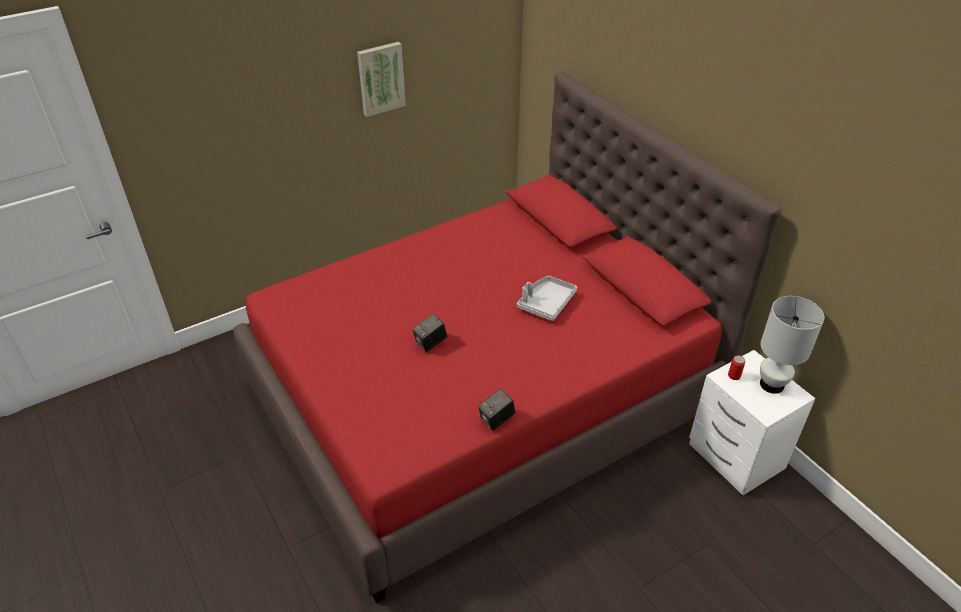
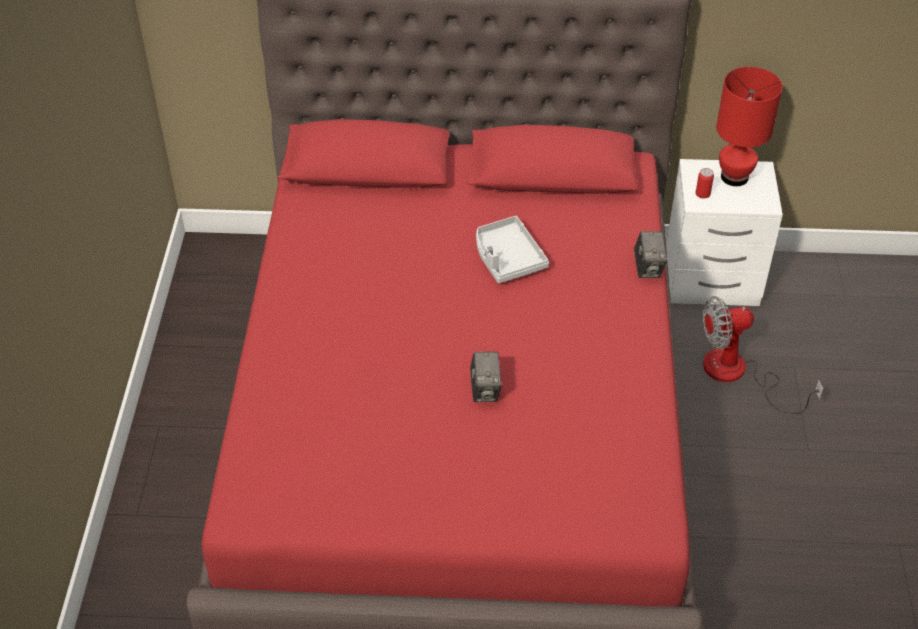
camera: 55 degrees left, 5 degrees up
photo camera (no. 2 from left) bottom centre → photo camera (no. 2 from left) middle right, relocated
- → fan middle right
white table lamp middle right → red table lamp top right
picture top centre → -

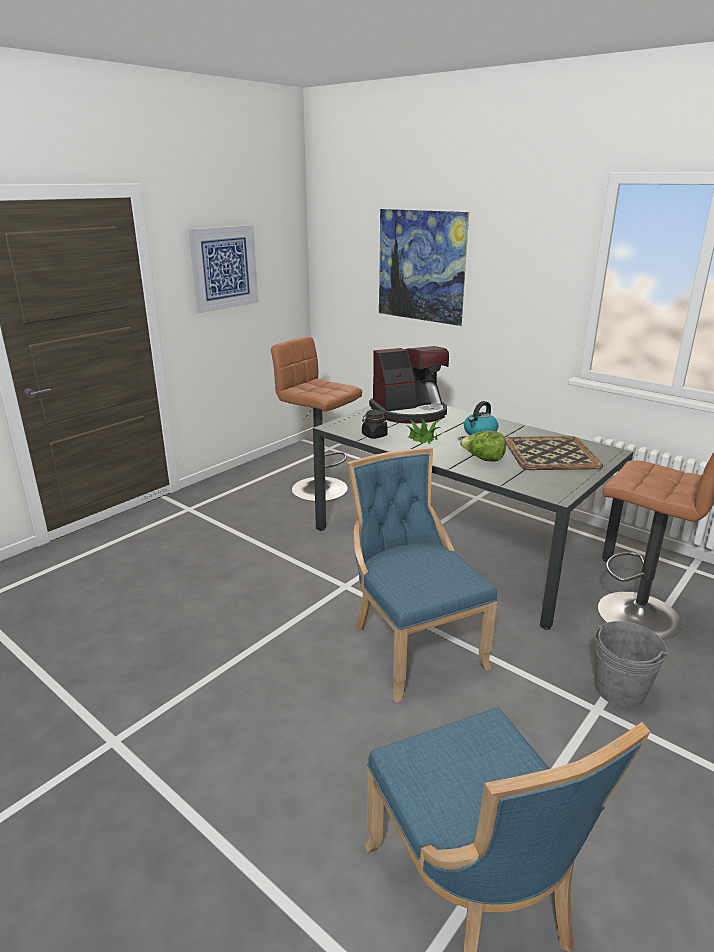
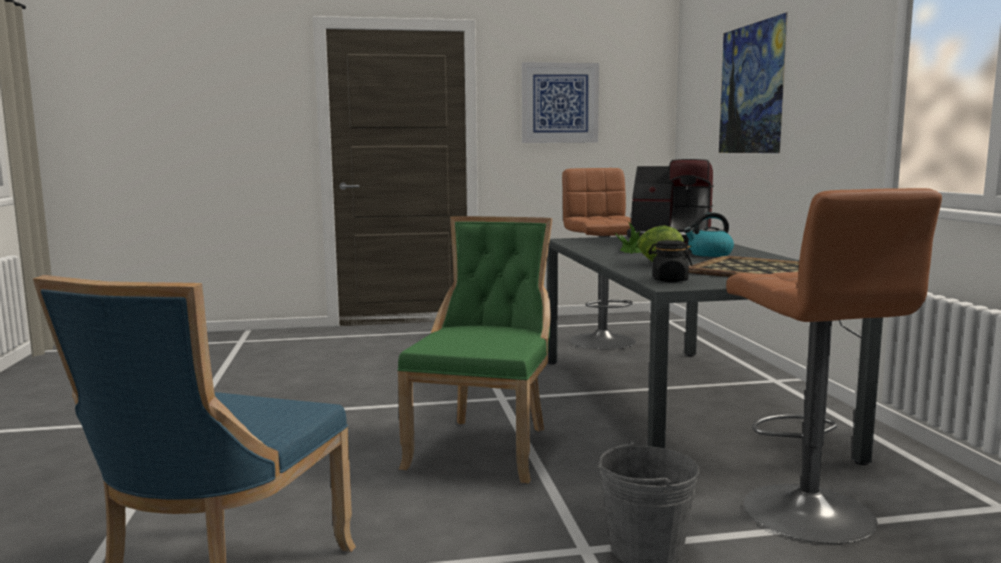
camera: 40 degrees right, 15 degrees down
blue chair (no. 1 from left) centre → green chair centre
black jar centre → black jar middle right, relocated

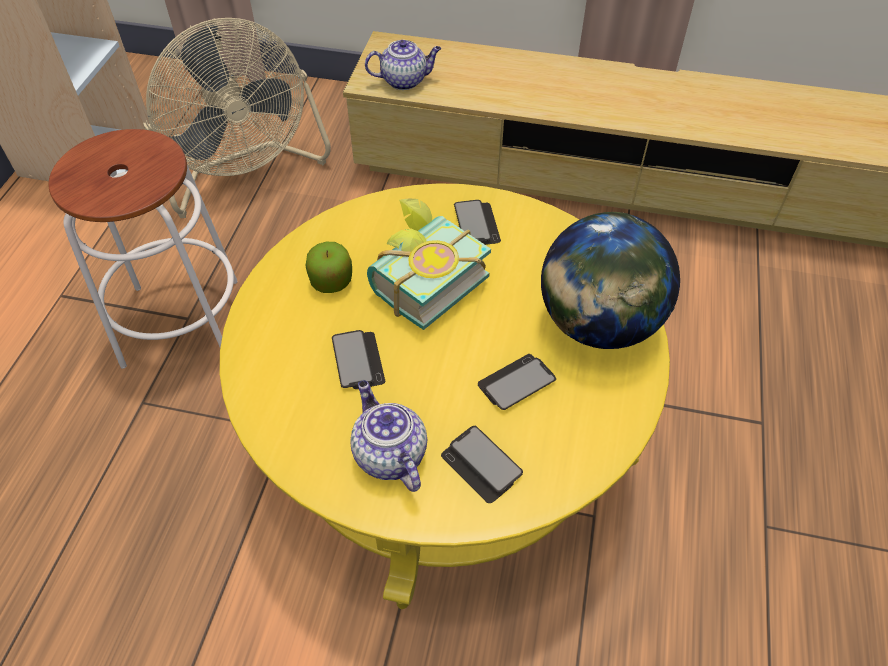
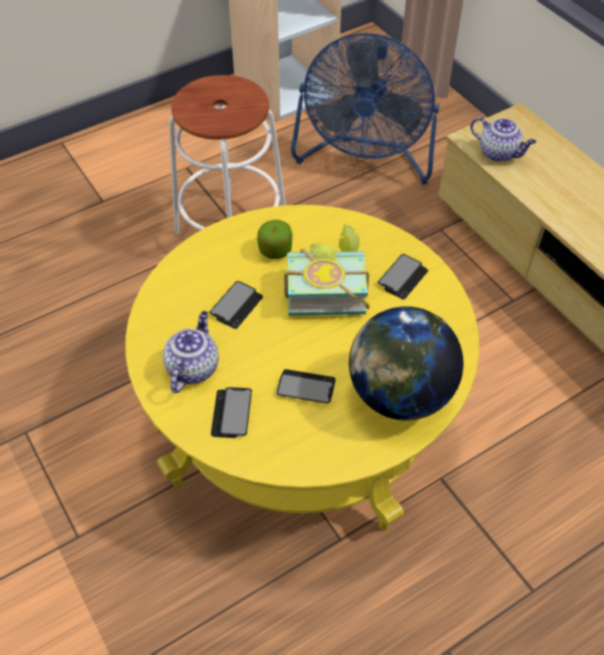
camera: 45 degrees right, 0 degrees up
beige fan top left → blue fan top centre

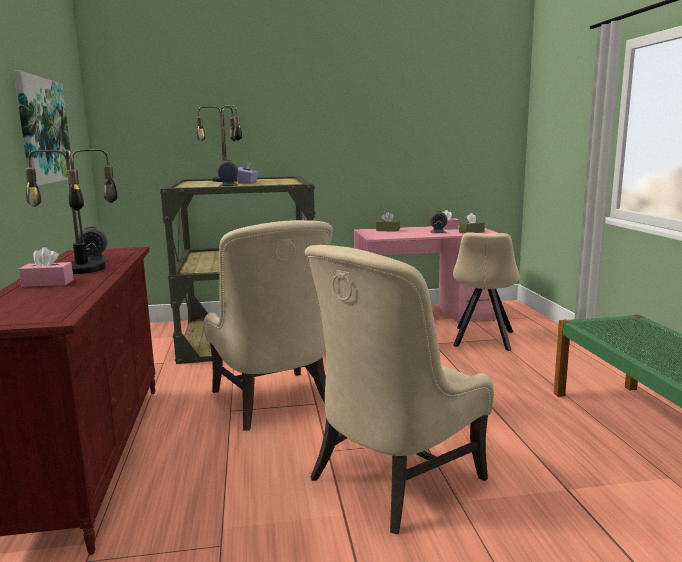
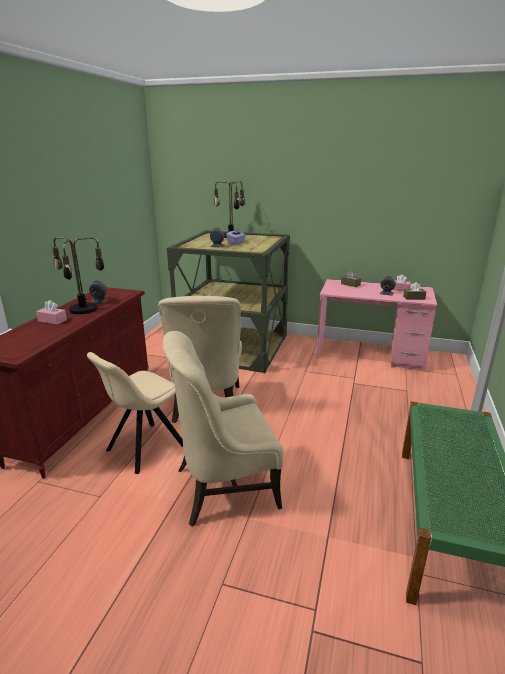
camera: 25 degrees right, 10 degrees up
beige chair (no. 3 from left in the first image) middle right → beige chair (no. 1 from left) middle left, relocated
picture top left → -

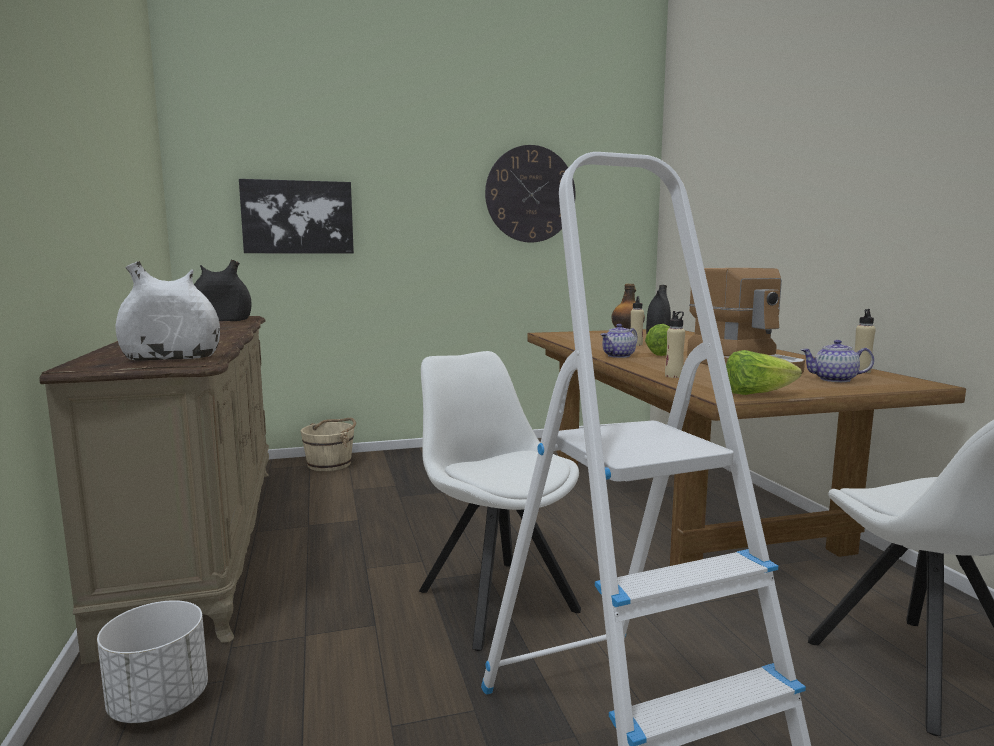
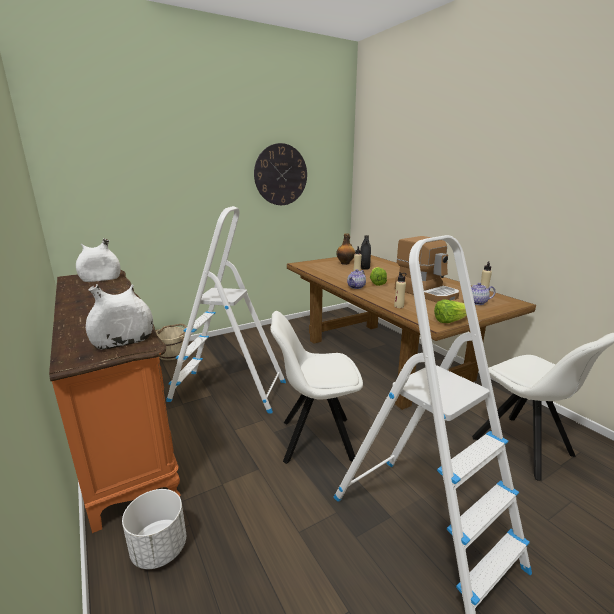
camera: 15 degrees left, 10 degrees up
beige cabinet middle left → orange cabinet middle left
black vase (no. 1 from left) middle left → white vase (no. 1 from left) middle left
- → white step ladder (no. 1 from left) centre
white chair (no. 1 from left) bottom centre → white chair (no. 1 from left) centre, 45 degrees counterclockwise
picture top left → -

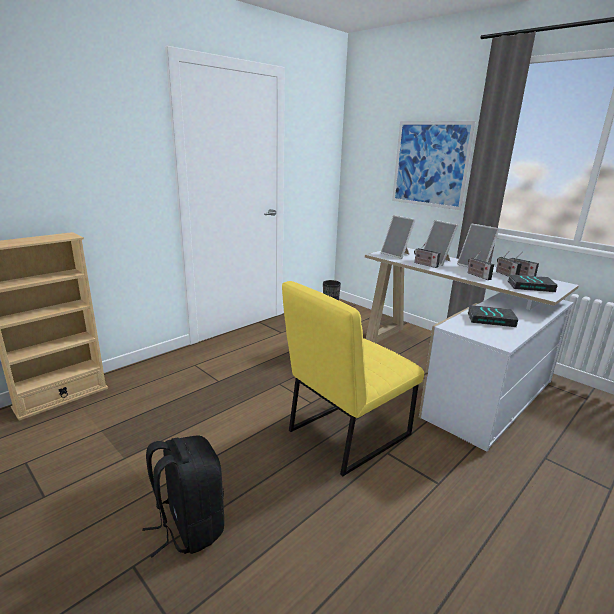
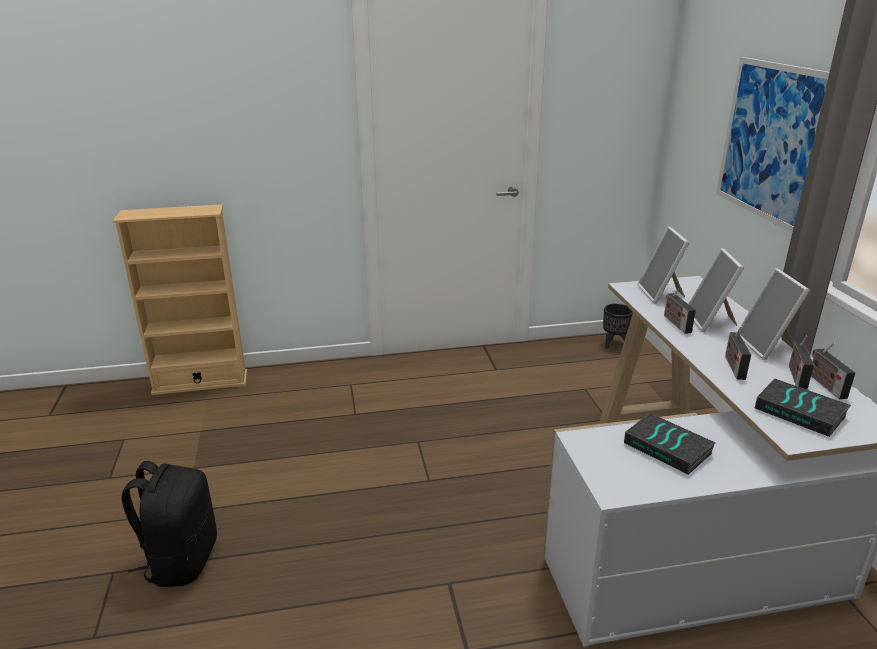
camera: 35 degrees right, 5 degrees up
yellow chair centre → -

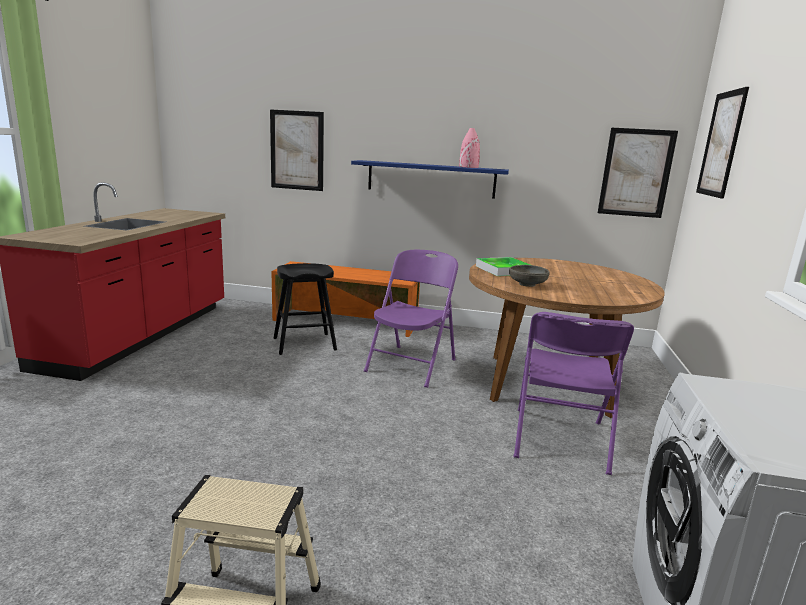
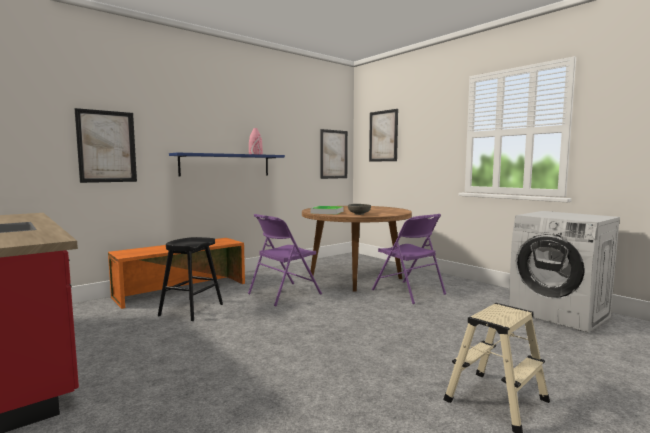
camera: 50 degrees left, 10 degrees down
purple chair (no. 1 from left) centre, 105 degrees counterclockwise

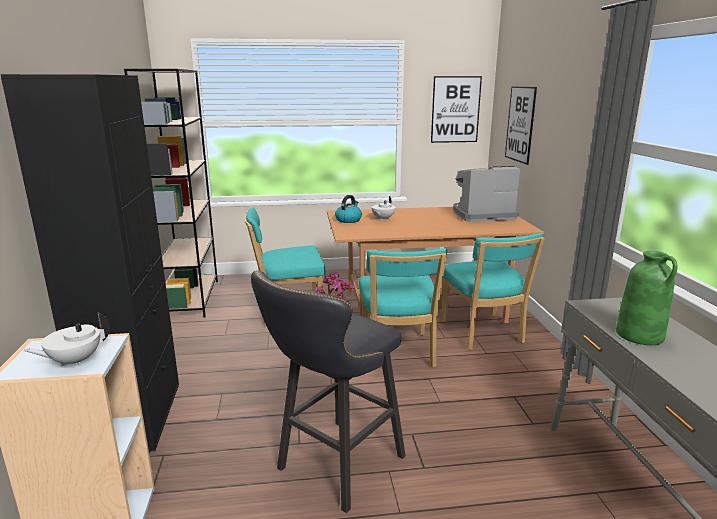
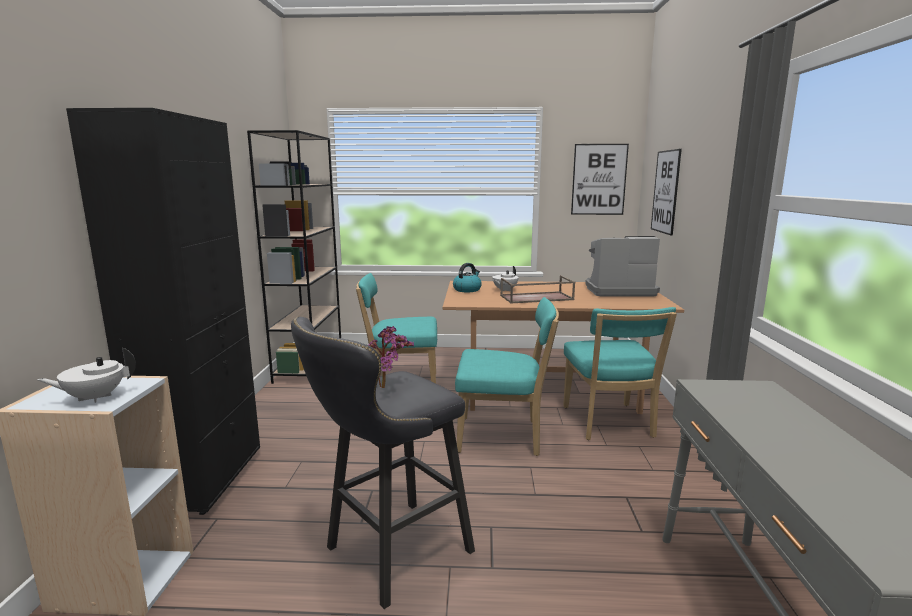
camera: 10 degrees right, 5 degrees down
turquoise chair (no. 2 from left) centre, 90 degrees counterclockwise
- → brown tray centre
green vase middle right → -

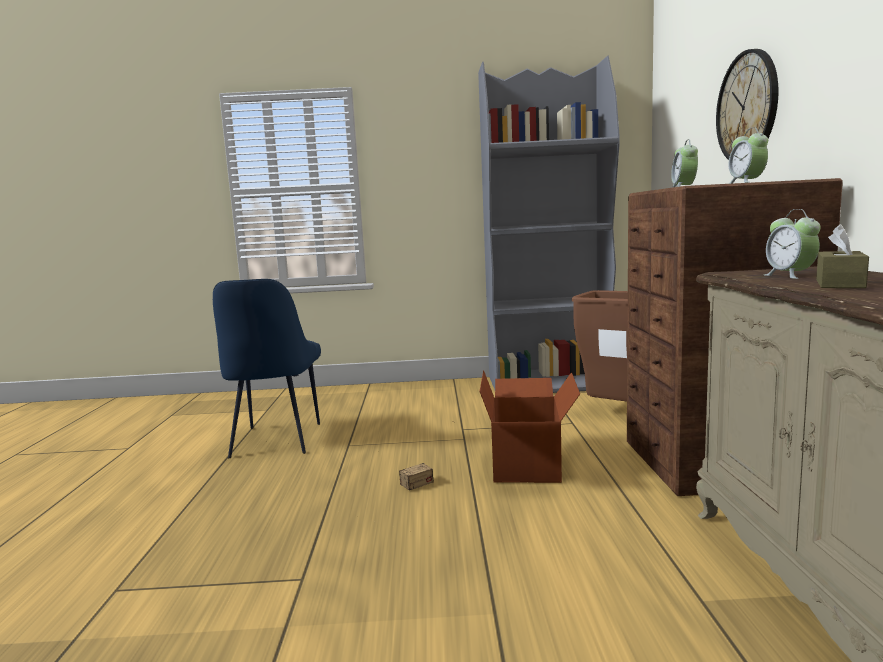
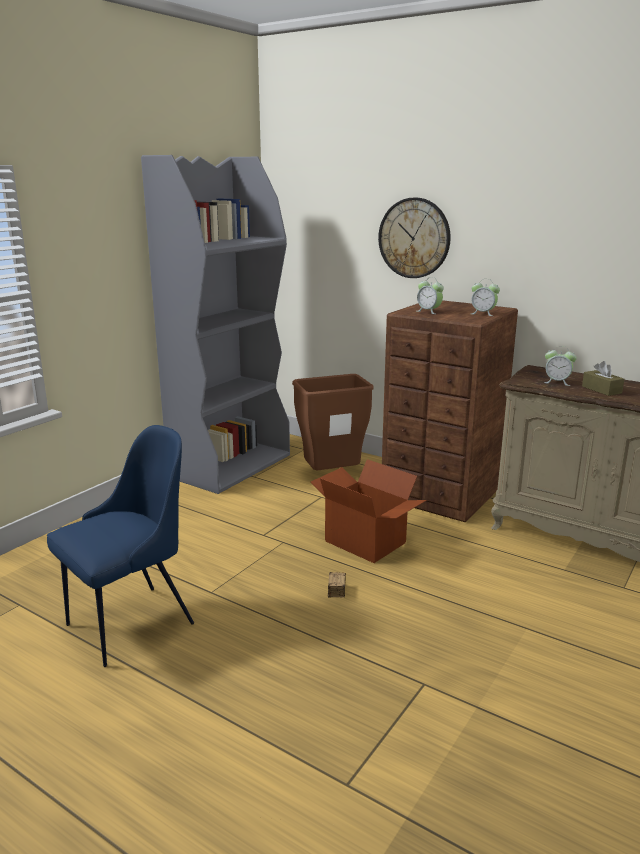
camera: 55 degrees left, 10 degrees up
blue chair middle left, 75 degrees counterclockwise

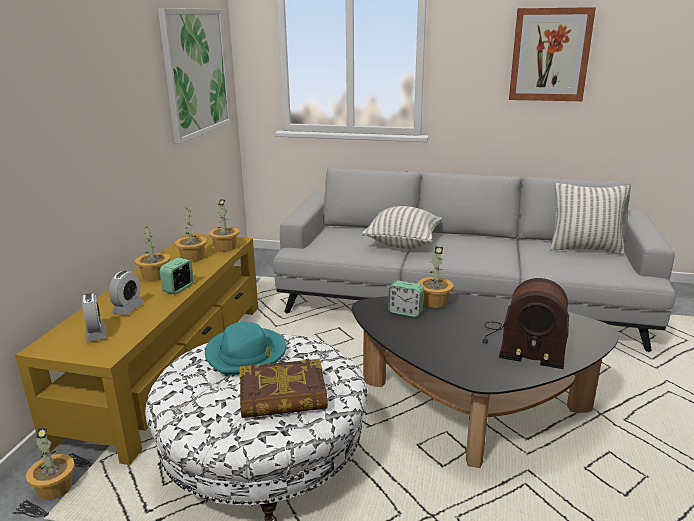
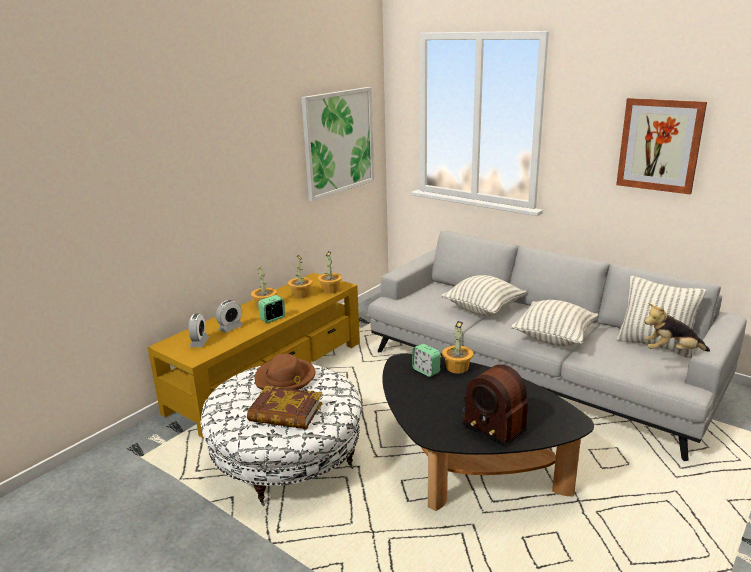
camera: 25 degrees right, 0 degrees up
turquoise hat bottom centre → brown hat centre
- → pillow (no. 2 from left) middle right
- → plush toy middle right
potted plant (no. 1 from left) bottom left → -

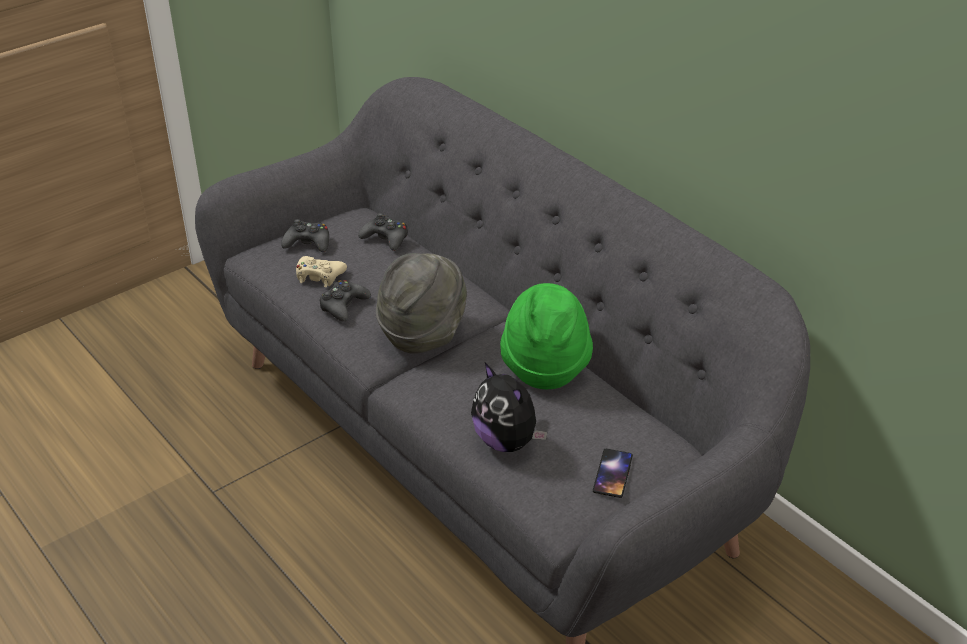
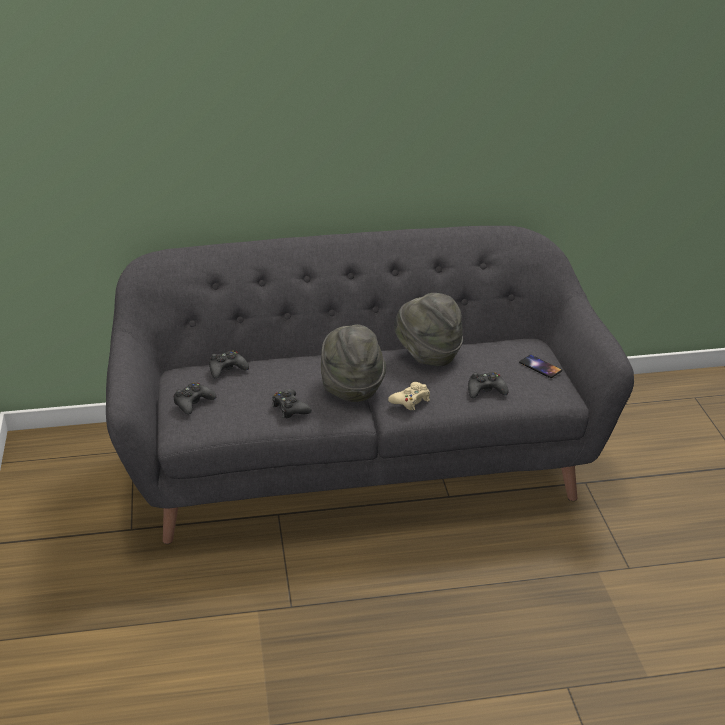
camera: 60 degrees left, 5 degrees down
beige game controller middle left → beige game controller centre, relocated
green hat centre → grey hat (no. 2 from left) centre
plush toy centre → black game controller (no. 4 from left) middle right

